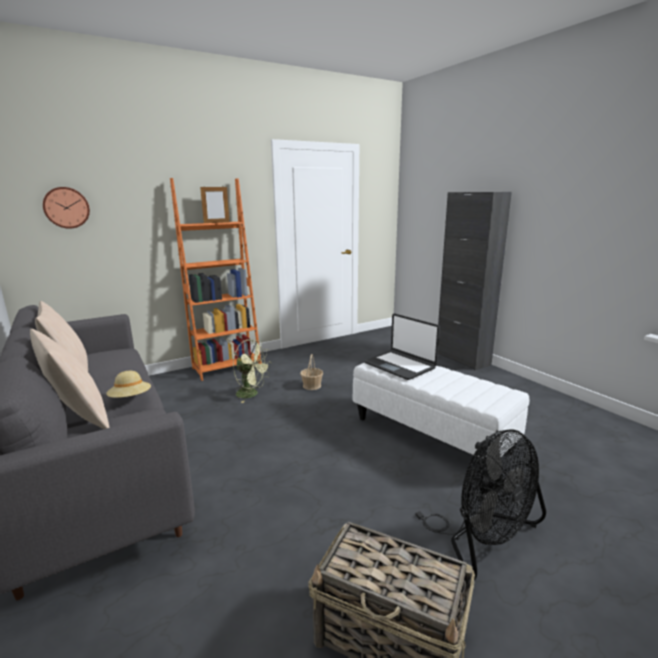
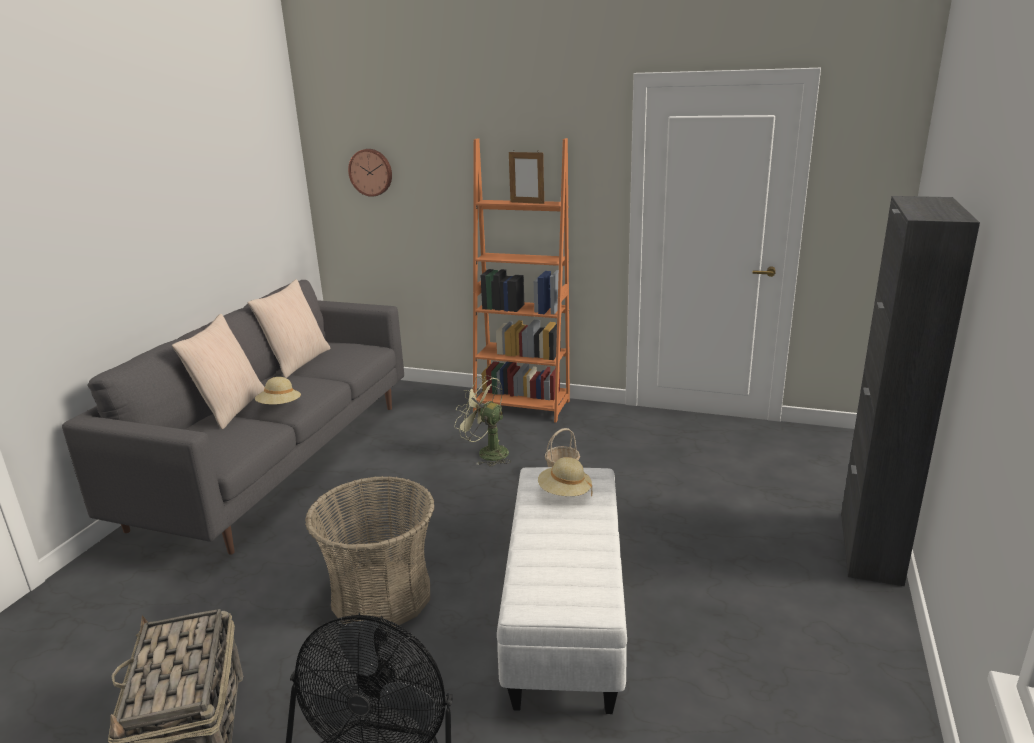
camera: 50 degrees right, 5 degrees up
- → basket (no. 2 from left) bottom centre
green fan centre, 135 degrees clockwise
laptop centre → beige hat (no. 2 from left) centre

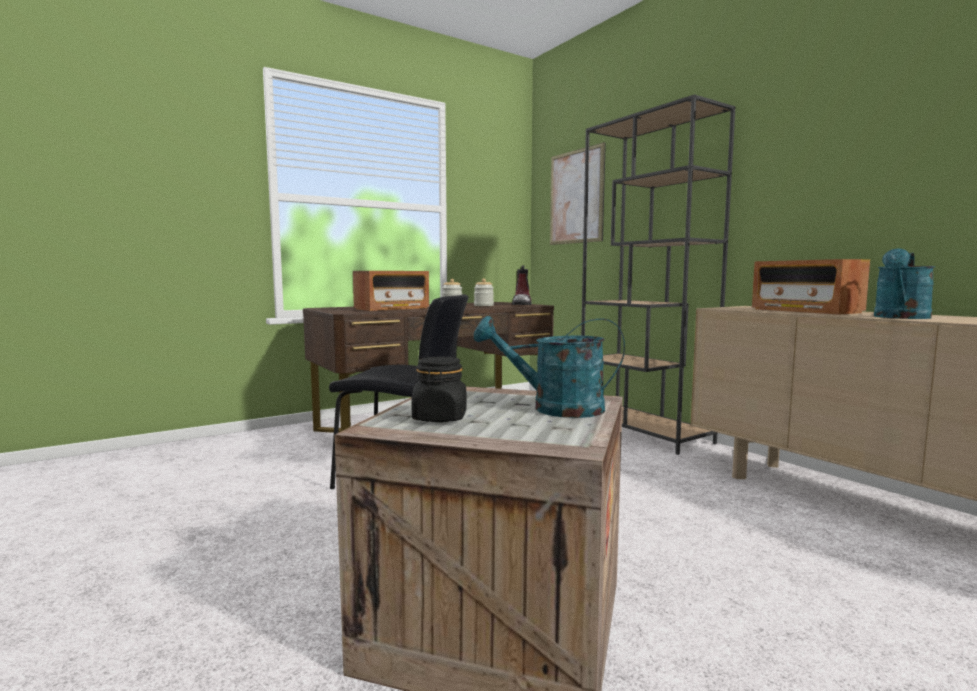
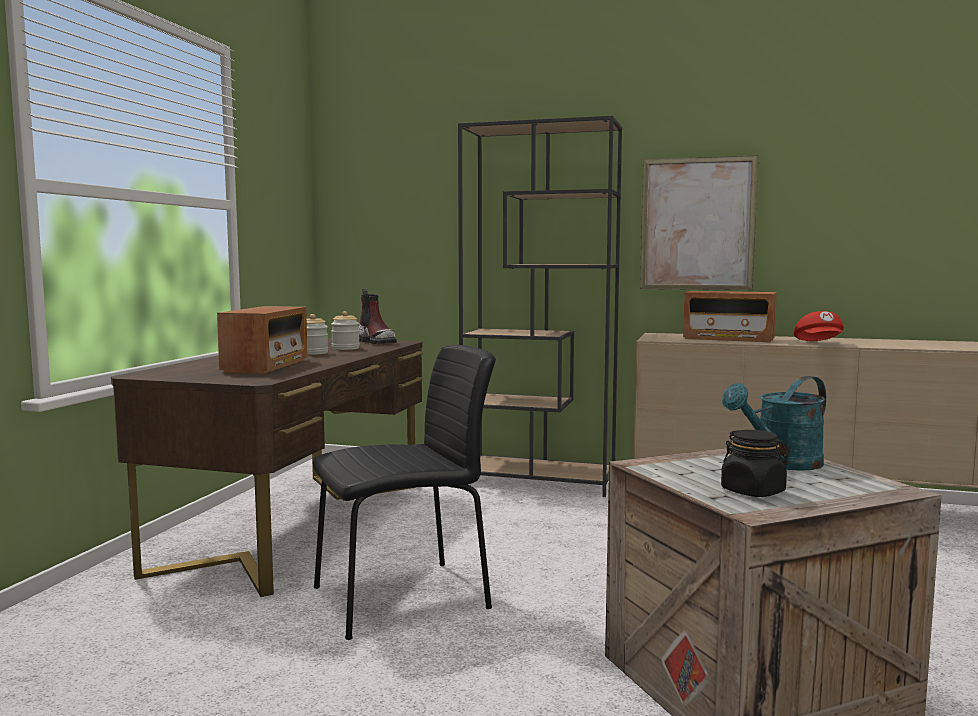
camera: 40 degrees left, 0 degrees up
picture top centre → picture top right, relocated
turquoise watering can (no. 2 from left) middle right → red cap middle right

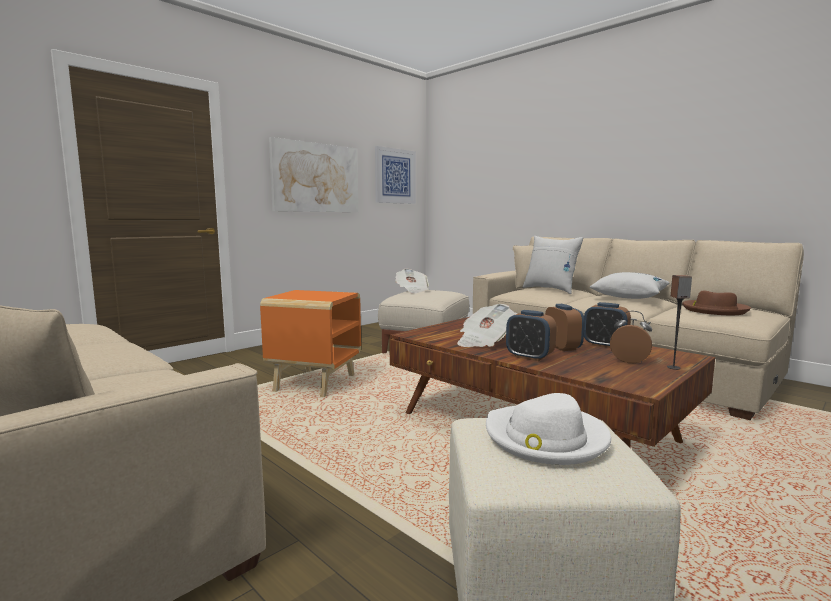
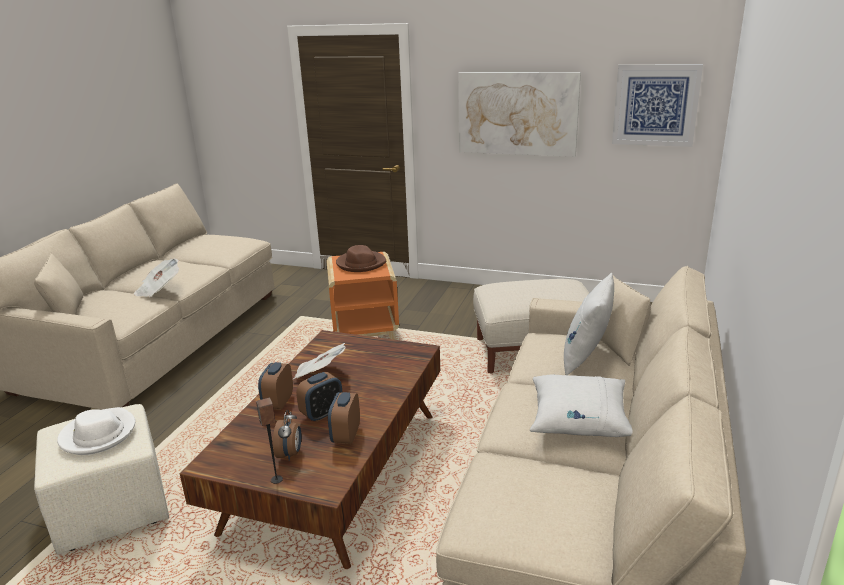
camera: 65 degrees right, 15 degrees up
newspaper (no. 1 from left) centre → newspaper (no. 1 from left) middle left, relocated
brown hat middle right → brown hat centre, relocated

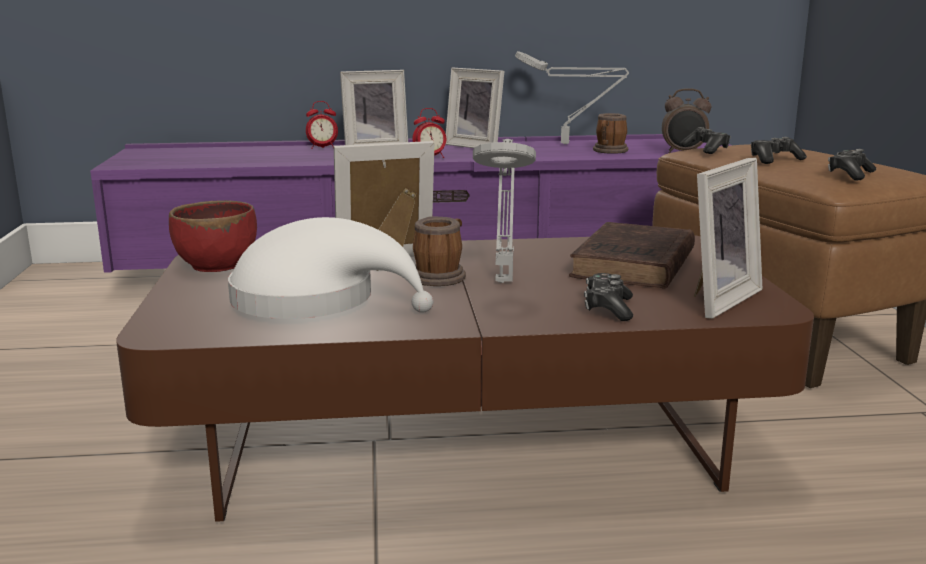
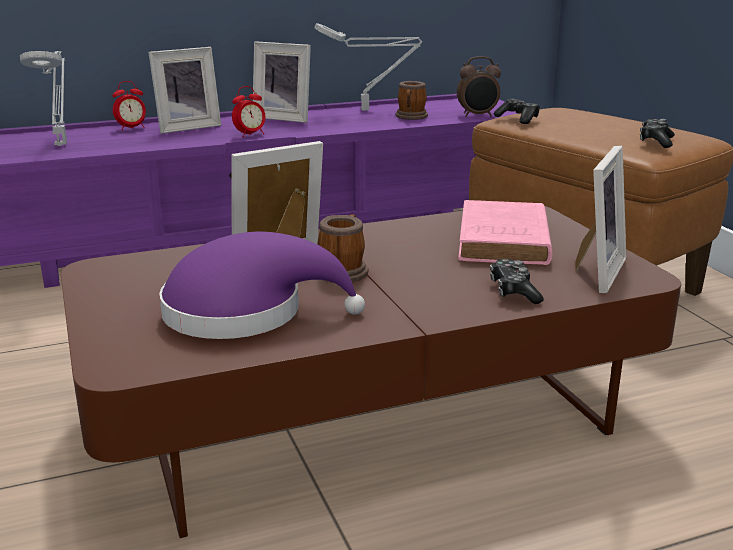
camera: 15 degrees left, 5 degrees up
grey table lamp (no. 1 from left) centre → grey table lamp (no. 1 from left) top left, relocated
white hat centre → purple hat centre
brown book middle right → pink book middle right
red bowl middle left → -
game controller (no. 3 from left) top right → -

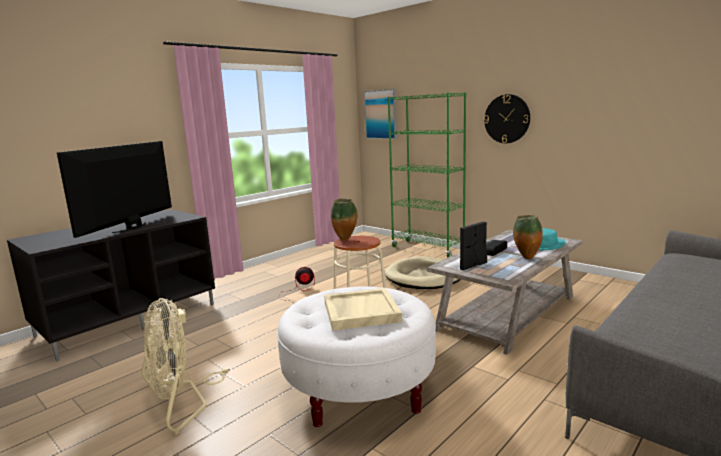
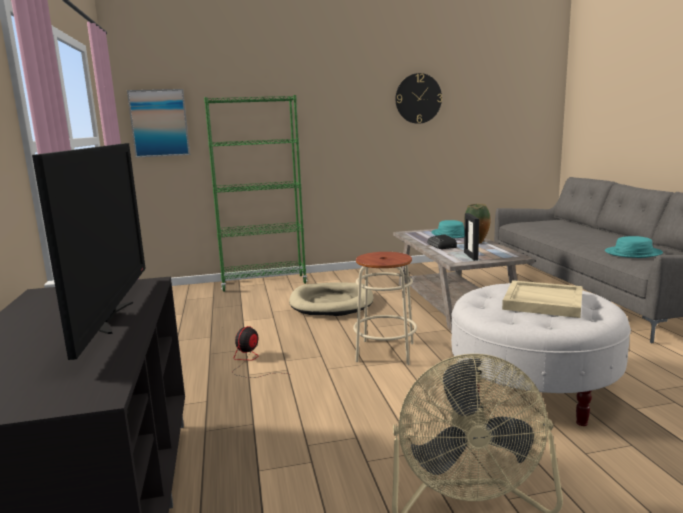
camera: 55 degrees left, 0 degrees up
television middle left, 150 degrees counterclockwise
wall clock top right → wall clock top centre, relocated
- → turquoise hat (no. 2 from left) middle right
vase (no. 1 from left) centre → -

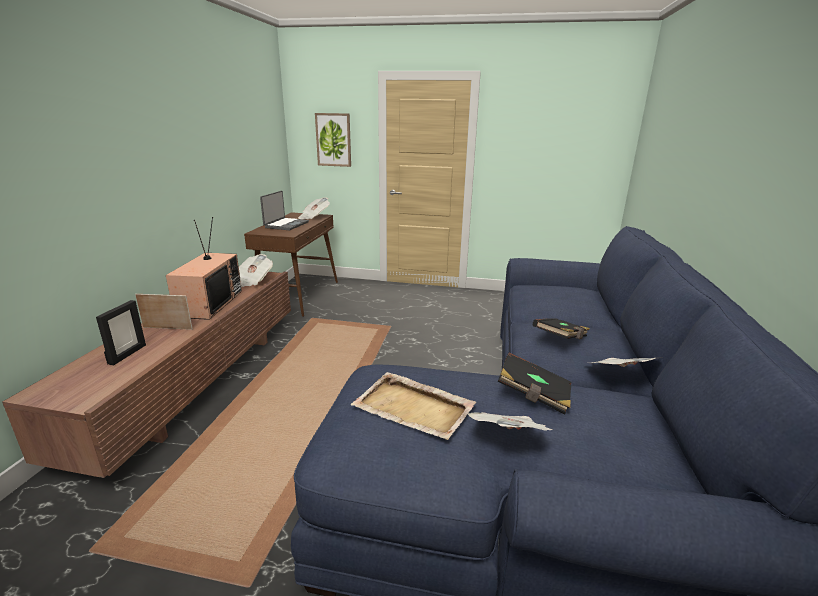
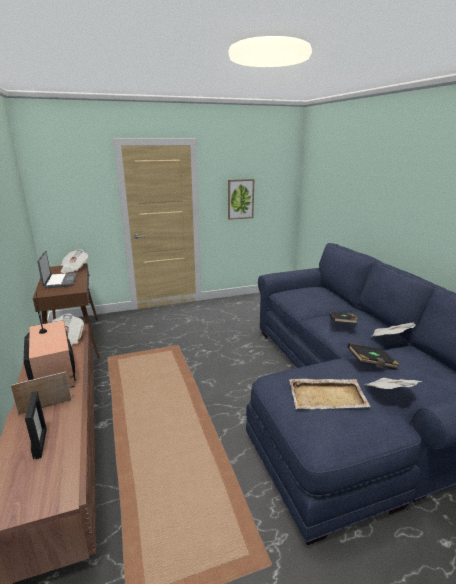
camera: 30 degrees left, 0 degrees up
picture top centre → picture centre, relocated

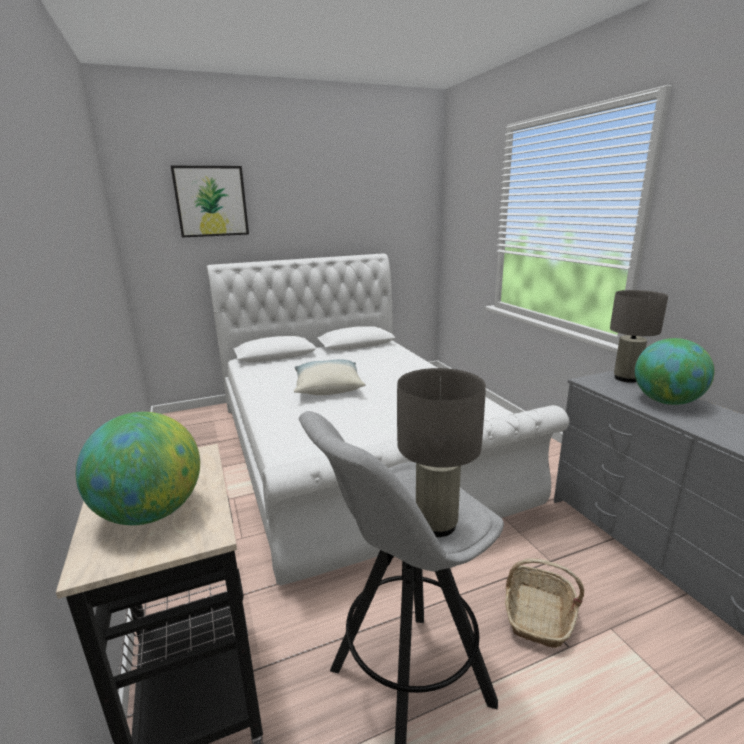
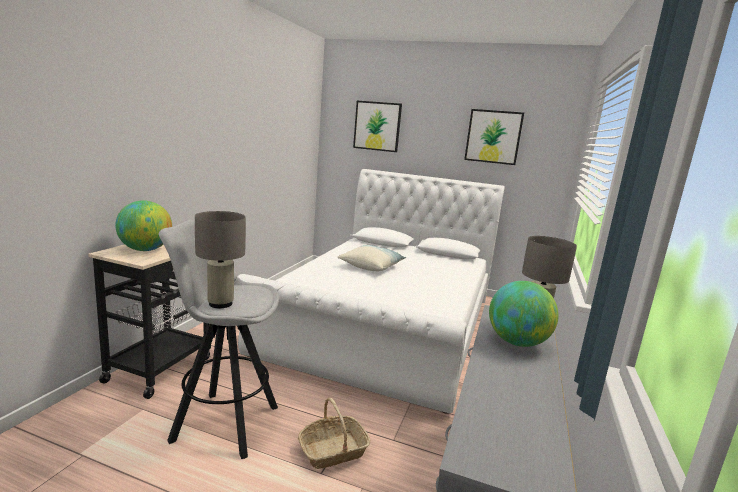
camera: 40 degrees right, 5 degrees down
- → picture (no. 2 from left) top right

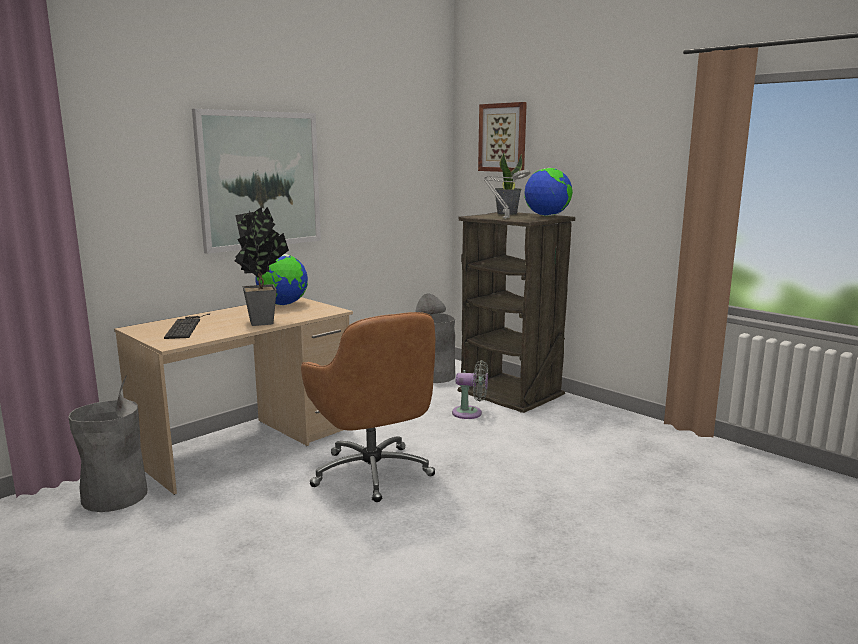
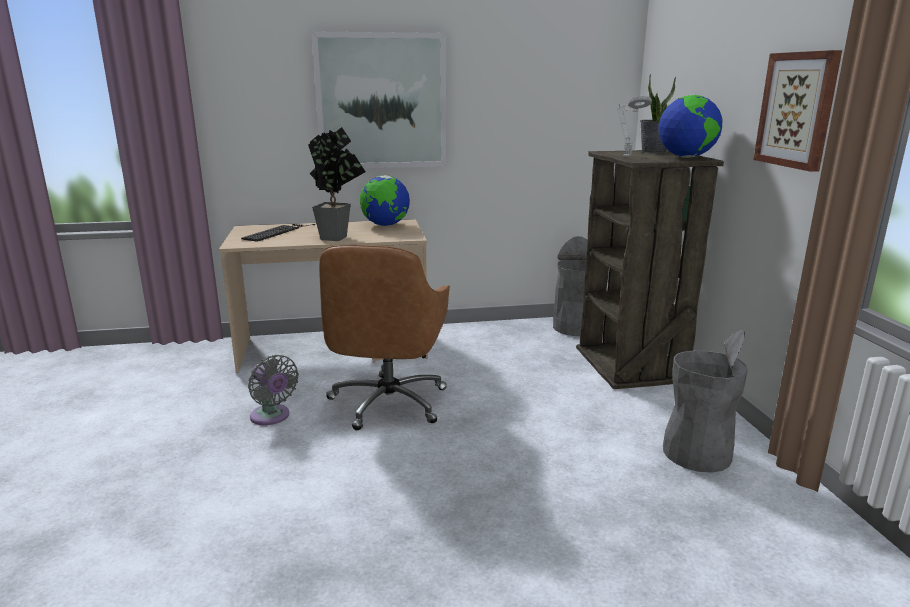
camera: 35 degrees right, 5 degrees up
grey fan centre → grey fan middle left, relocated
grey trash can (no. 1 from left in the first image) bottom left → grey trash can (no. 2 from left) middle right, relocated
picture (no. 2 from left) top centre → picture (no. 2 from left) top right, relocated

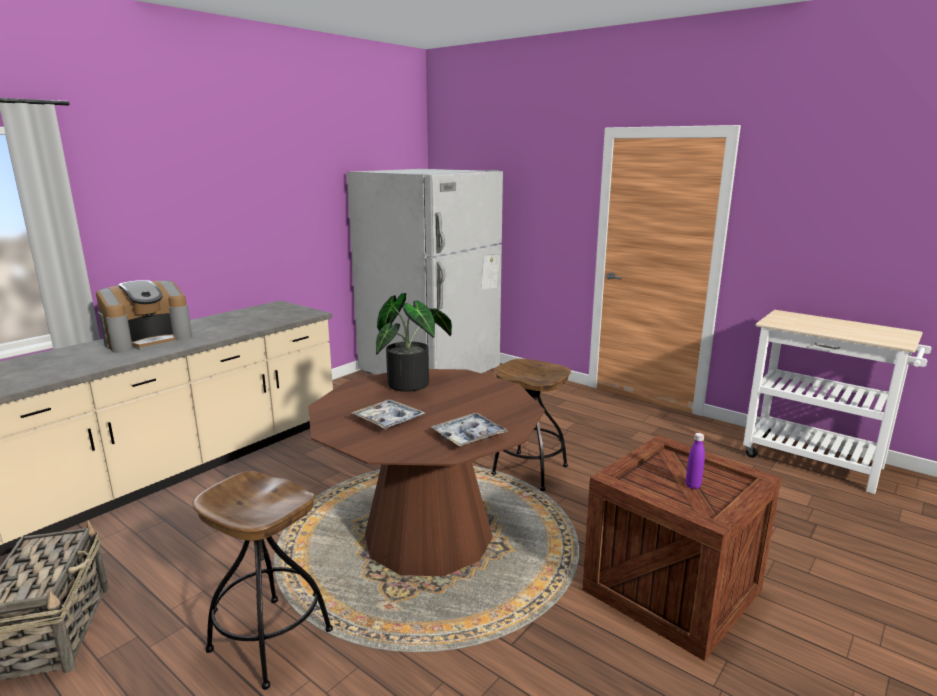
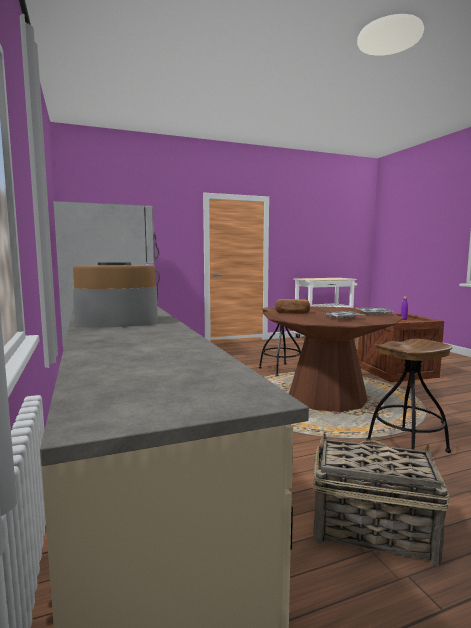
camera: 60 degrees left, 10 degrees down
coffee machine middle left, 90 degrees counterclockwise
potted plant centre → bread centre

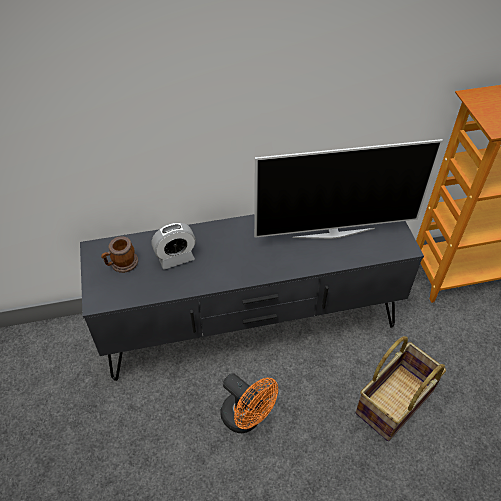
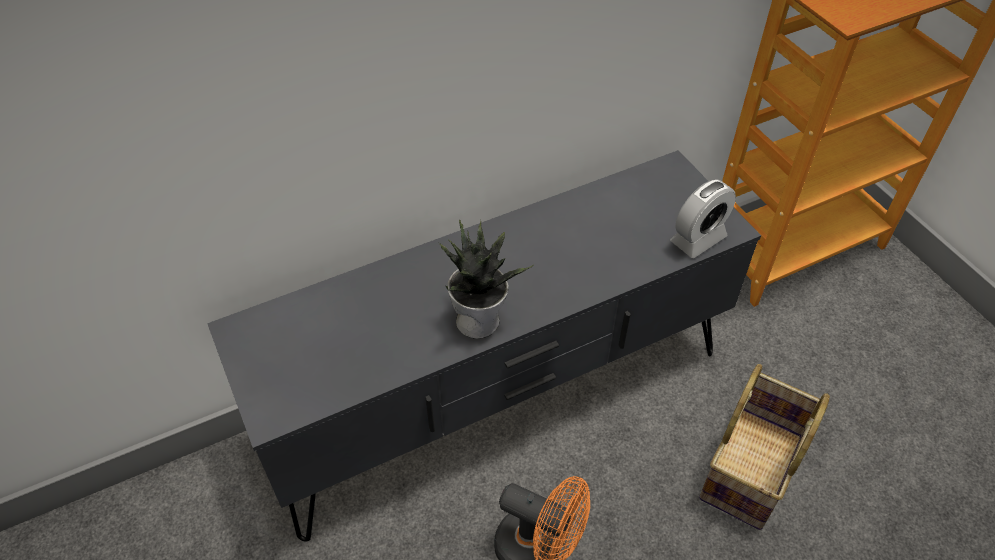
camera: 15 degrees left, 0 degrees up
- → potted plant centre
alarm clock centre → alarm clock middle right, relocated
mug middle left → -
television middle right → -

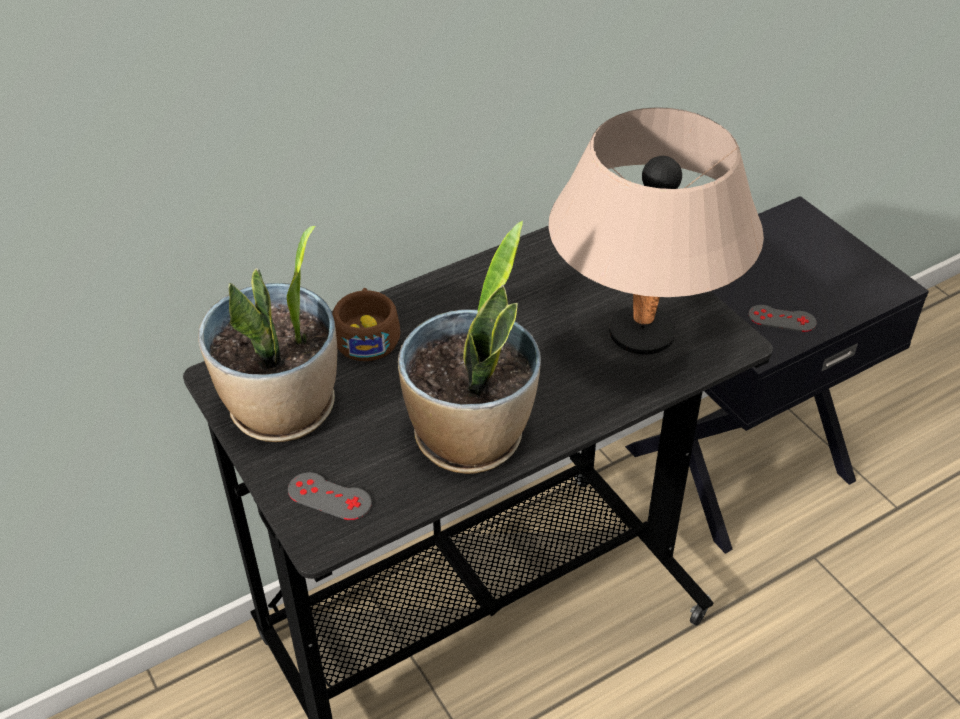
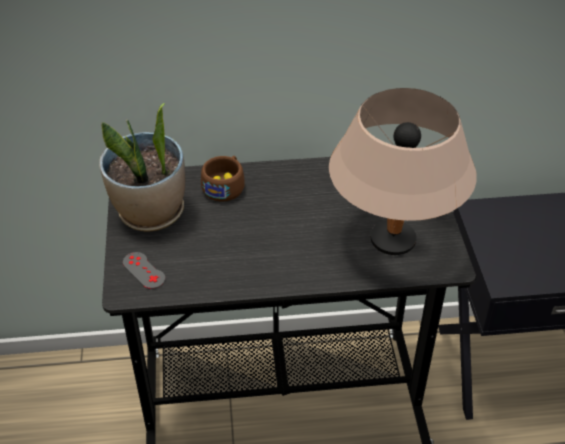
camera: 25 degrees right, 0 degrees up
potted plant (no. 2 from left) centre → -
grey game controller (no. 2 from left) middle right → -

